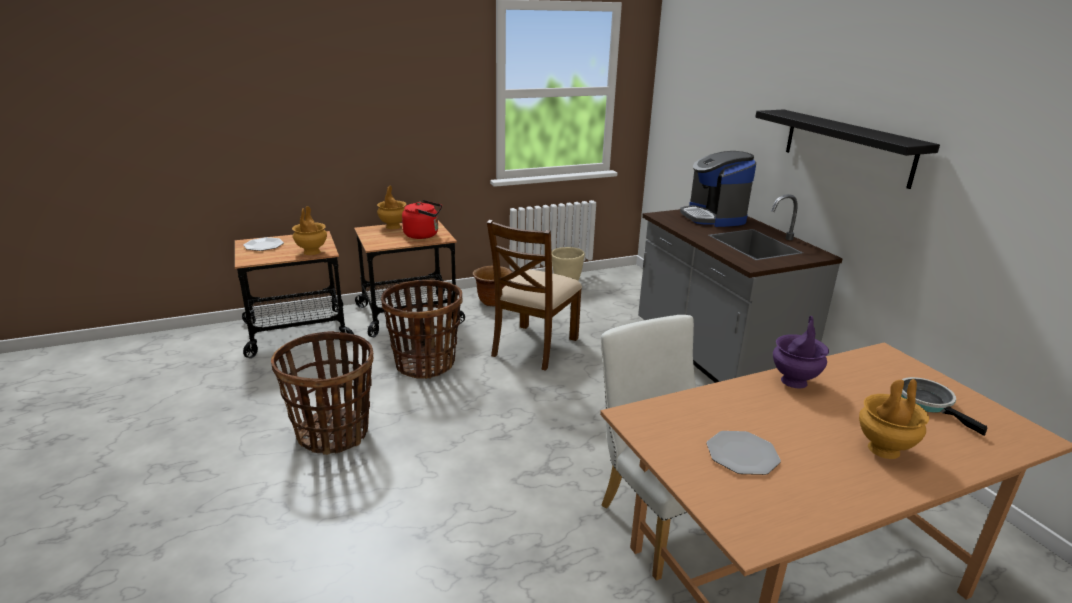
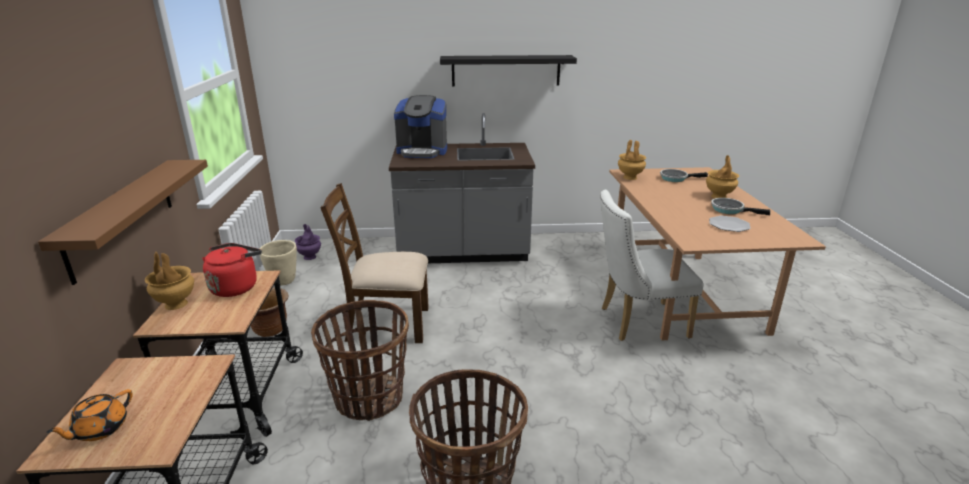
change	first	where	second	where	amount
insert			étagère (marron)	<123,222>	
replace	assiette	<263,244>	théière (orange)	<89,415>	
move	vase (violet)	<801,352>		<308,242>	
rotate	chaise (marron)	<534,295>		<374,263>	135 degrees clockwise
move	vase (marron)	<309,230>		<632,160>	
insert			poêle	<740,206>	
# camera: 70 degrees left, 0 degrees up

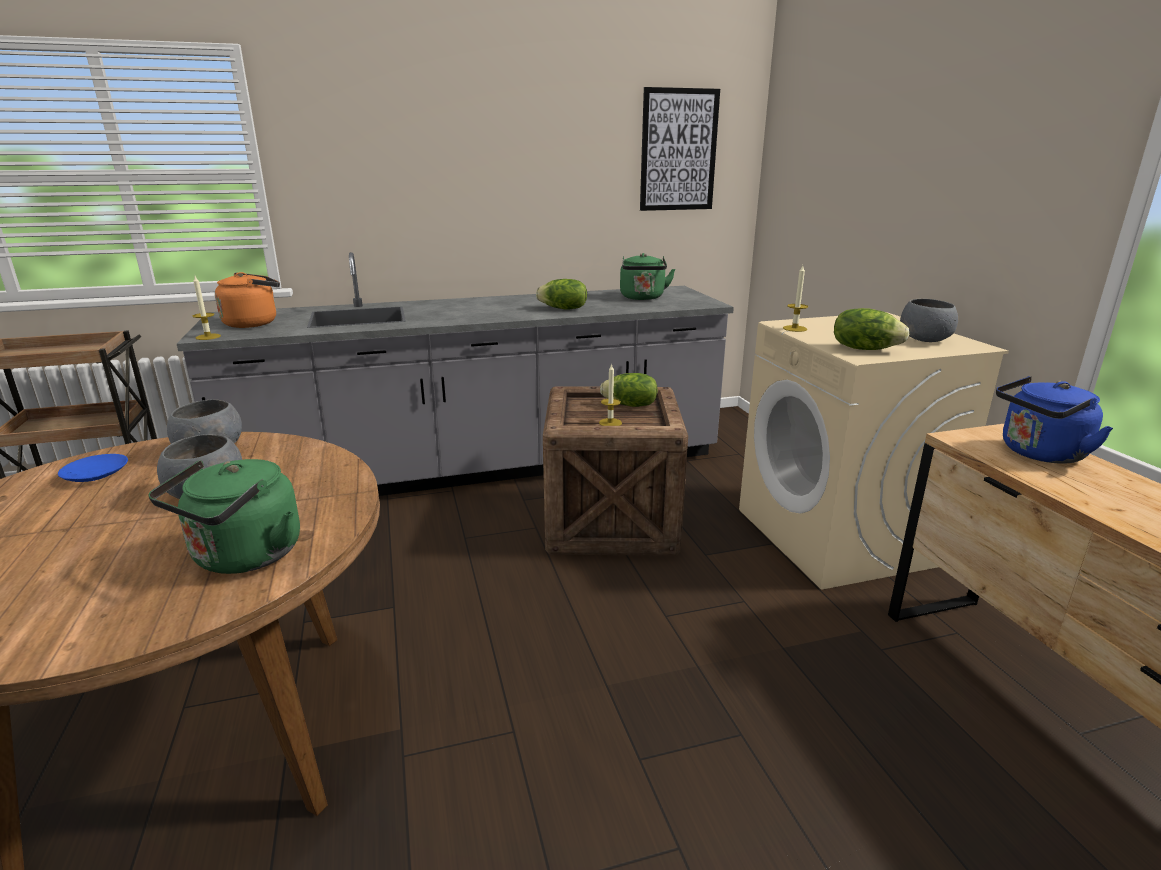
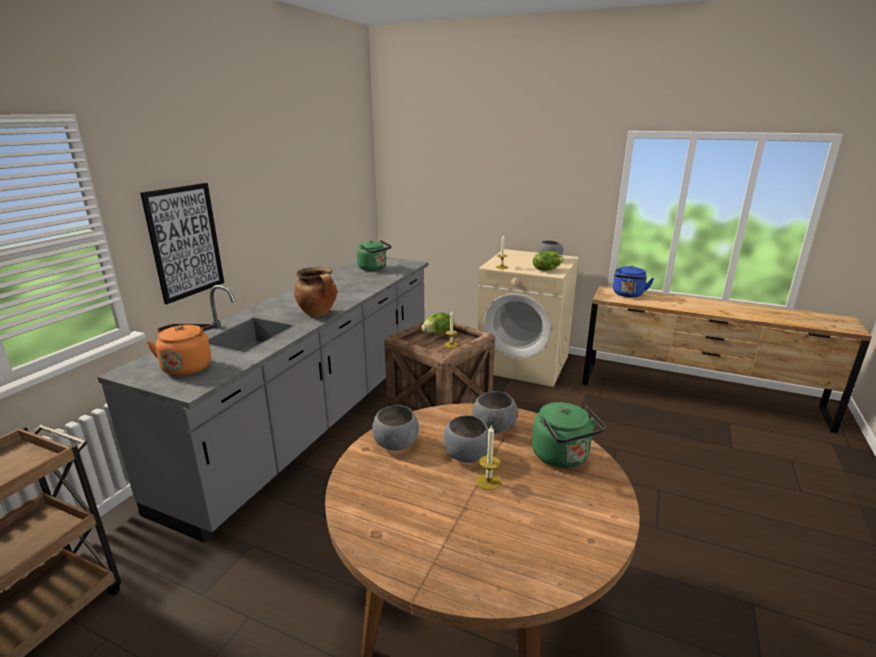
change	first	where	second	where	amount
move	tableau	<680,149>		<182,243>	
insert			marmite	<315,292>	
insert			bol (gris)	<495,412>	
move	bougie	<207,308>		<488,457>	
delete	assiette (bleu)	<93,468>			
delete	laitue	<561,294>			
# camera: 50 degrees left, 0 degrees up

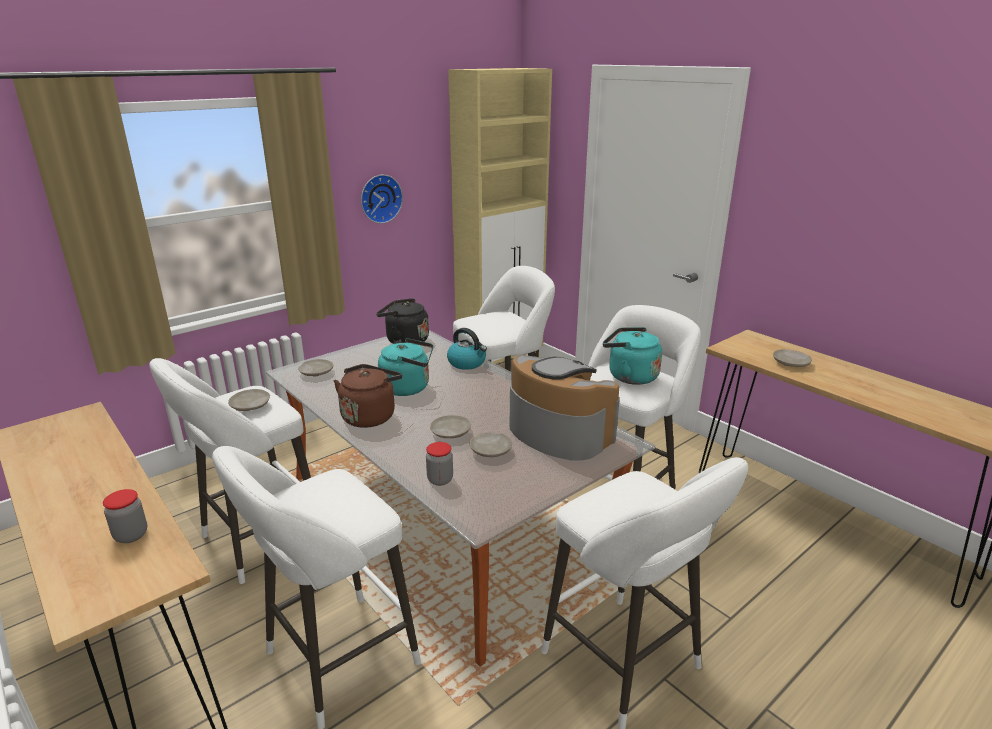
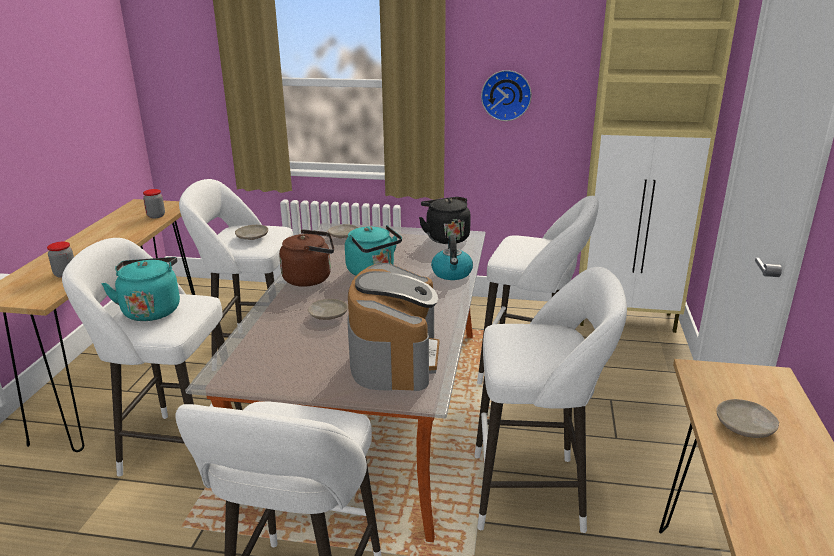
change	first	where	second	where	amount
move	bouilloire (turquoise)	<632,356>		<141,289>	
move	bocal	<439,464>		<154,203>	
delete	assiette (beige)	<491,444>			
# camera: 50 degrees right, 0 degrees up

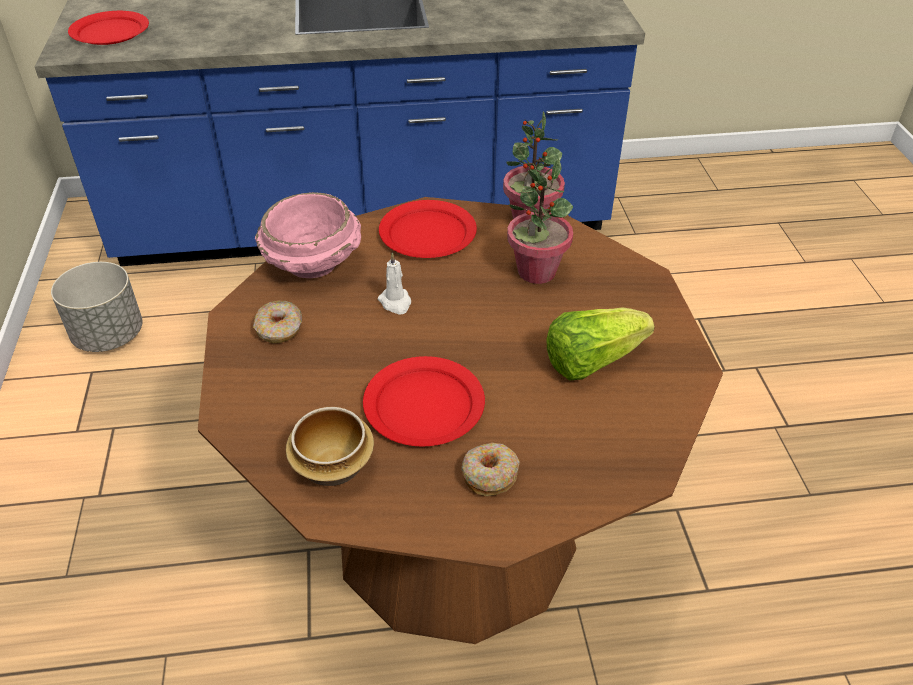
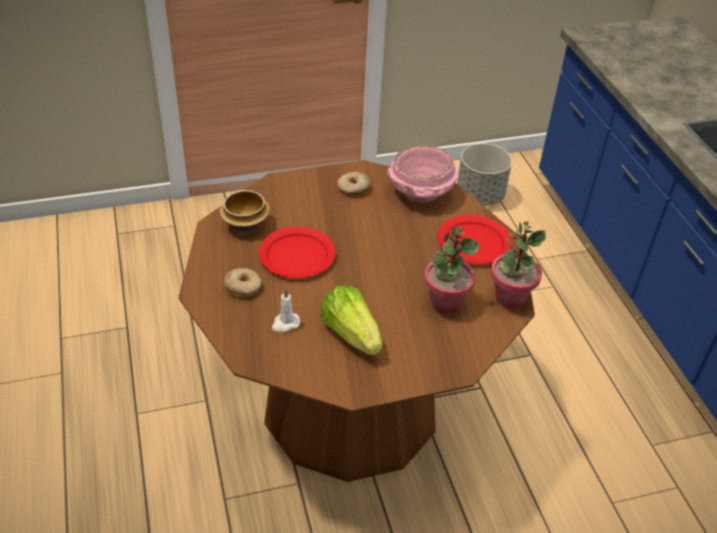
change	first	where	second	where	amount
move	bougie (blanc)	<394,283>		<286,310>	
delete	assiette (rouge)	<108,28>			
# camera: 80 degrees right, 0 degrees up

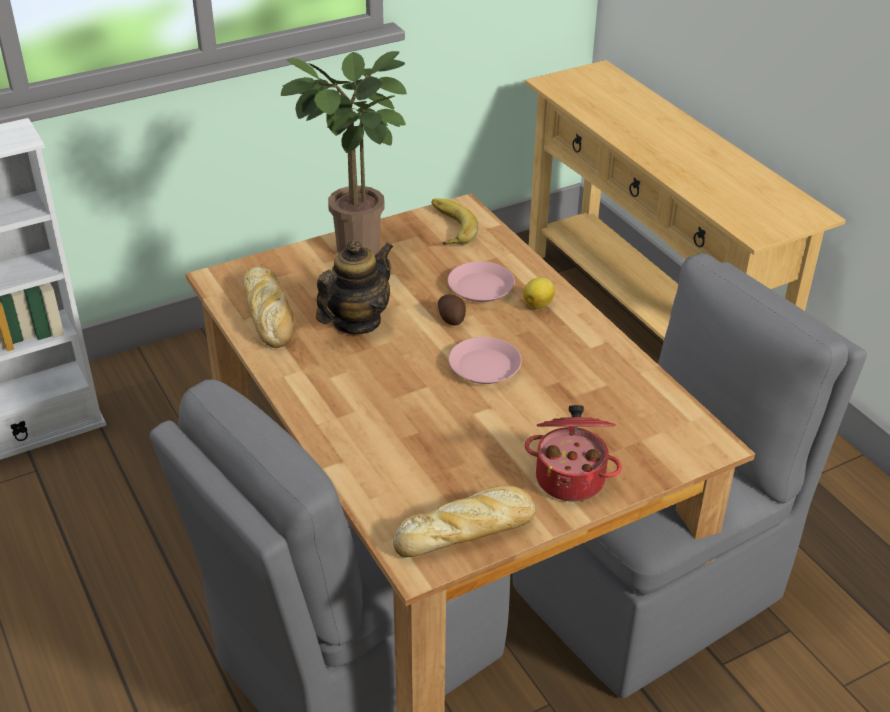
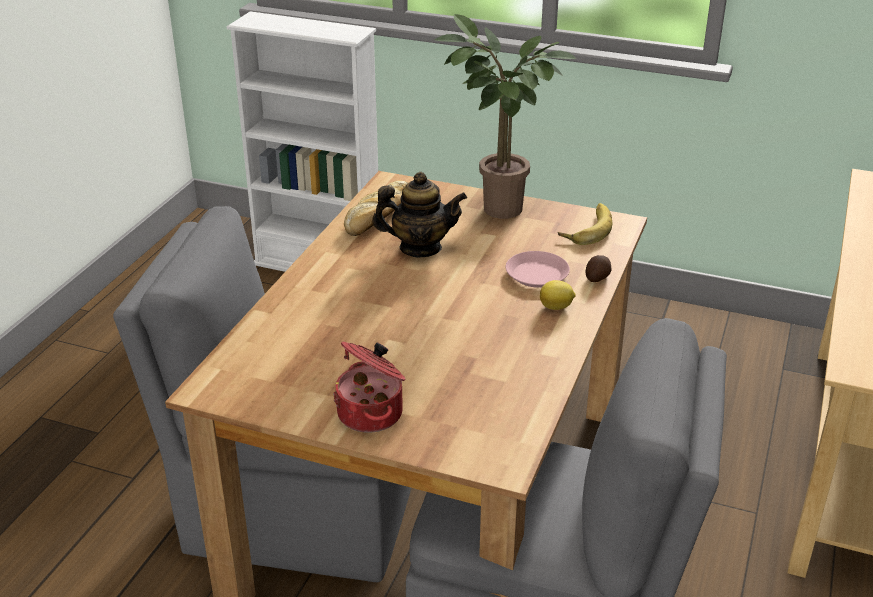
change	first	where	second	where	amount
move	pomme de terre	<452,309>		<598,268>	
delete	pain	<464,521>			
delete	assiette (rose)	<485,360>			
# camera: 50 degrees right, 5 degrees down

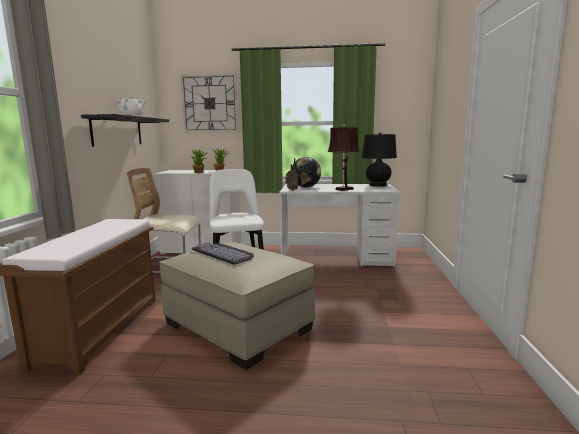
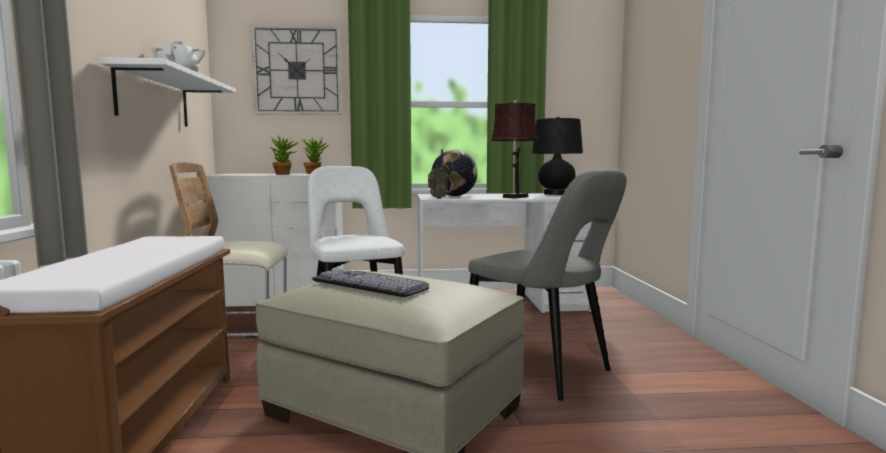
change	first	where	second	where	amount
recolor	étagère (noir)	<125,130>	étagère (blanc)	<167,91>	
insert			chaise (gris)	<547,285>	
# camera: 10 degrees left, 5 degrees down

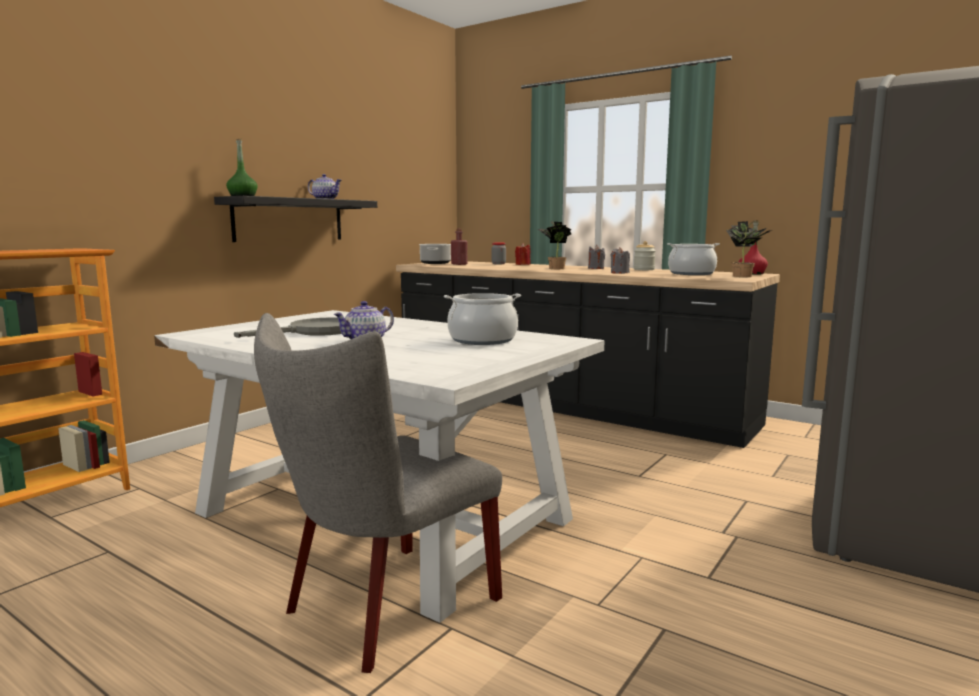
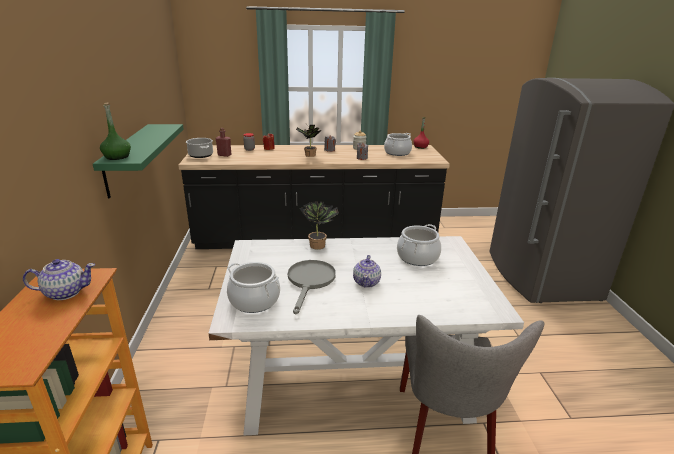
change	first	where	second	where	amount
move	théière	<325,186>		<59,279>	
recolor	étagère (noir)	<295,219>	étagère (vert)	<138,161>	
insert			marmite	<253,287>	
move	plante en pot	<749,249>		<319,225>	
# camera: 40 degrees left, 15 degrees up

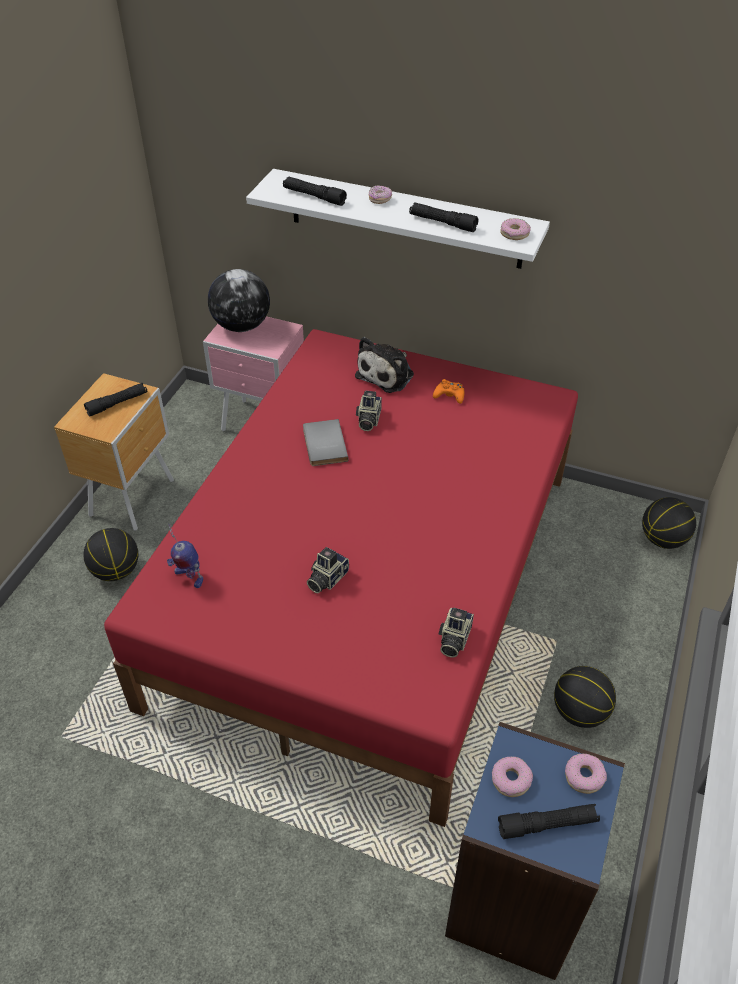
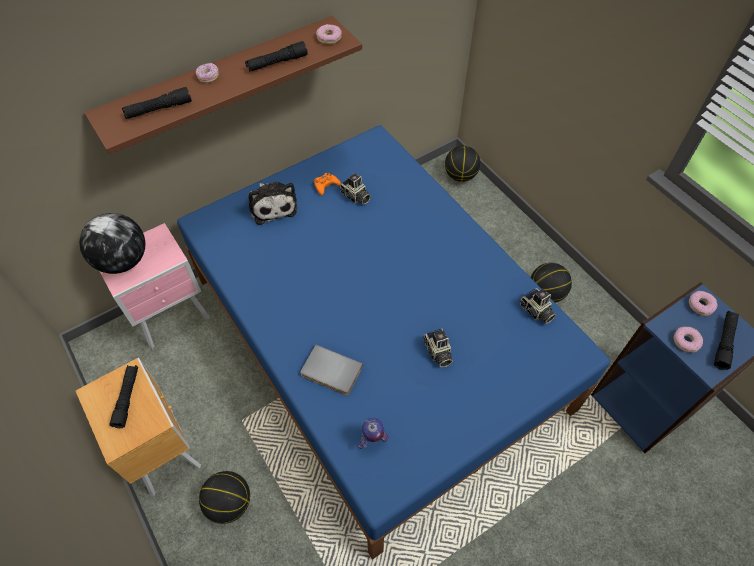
change	first	where	second	where	amount
recolor	étagère (blanc)	<398,219>	étagère (marron)	<223,85>	
recolor	lit (rouge)	<341,578>	lit (bleu)	<393,342>	
move	livre (gris)	<325,442>		<331,370>	
move	appareil photo	<369,410>		<355,188>	
# camera: 55 degrees left, 10 degrees up

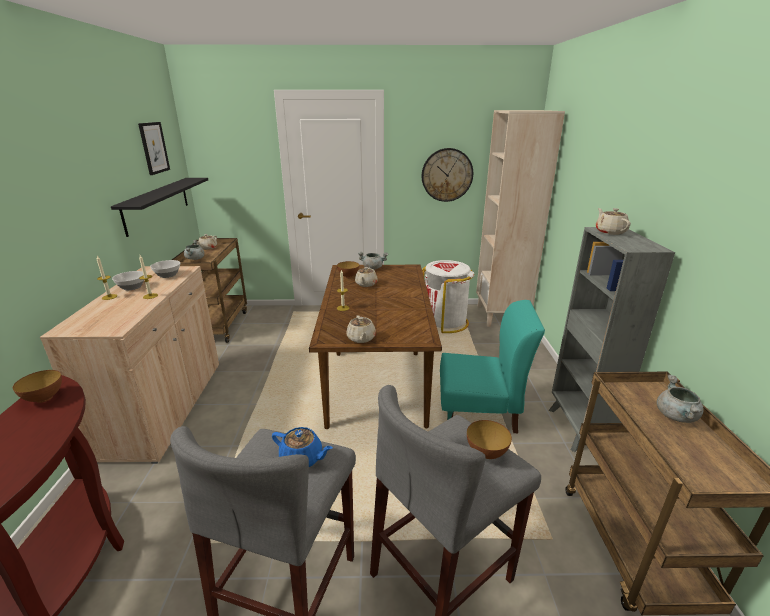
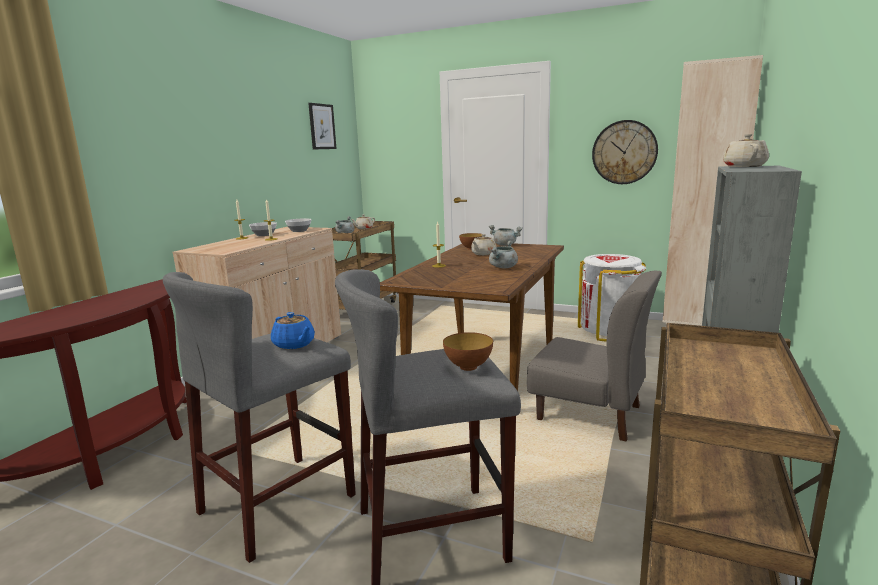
change	first	where	second	where	amount
move	marmite (gris)	<680,399>		<503,254>	
recolor	chaise (turquoise)	<492,366>	chaise (gris)	<594,356>	
delete	bol	<37,386>			
delete	étagère (noir)	<159,207>			
delete	théière (beige)	<361,329>			
# camera: 25 degrees right, 10 degrees down

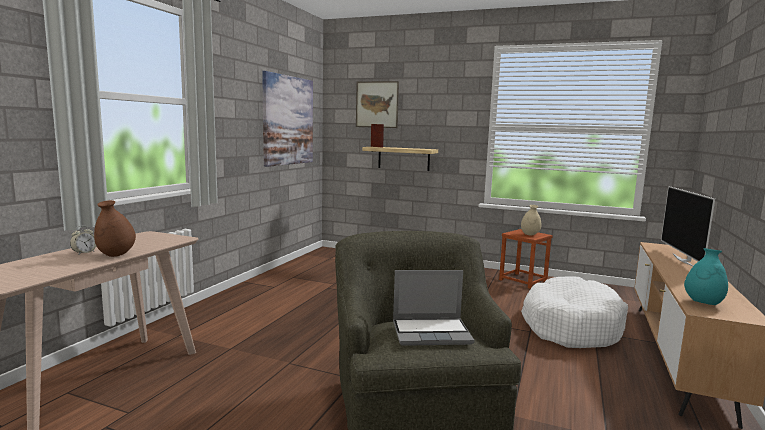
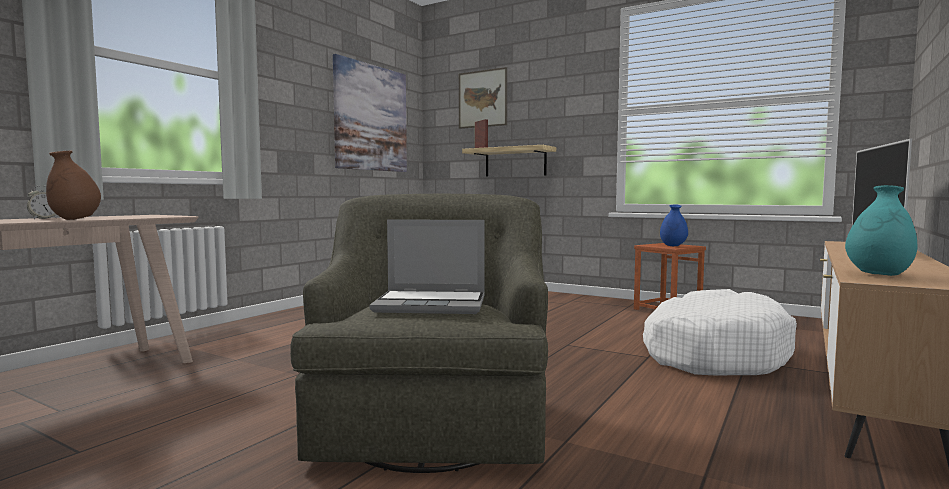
change	first	where	second	where	amount
recolor	vase (beige)	<531,220>	vase (bleu)	<674,225>	
# camera: 10 degrees right, 5 degrees down

